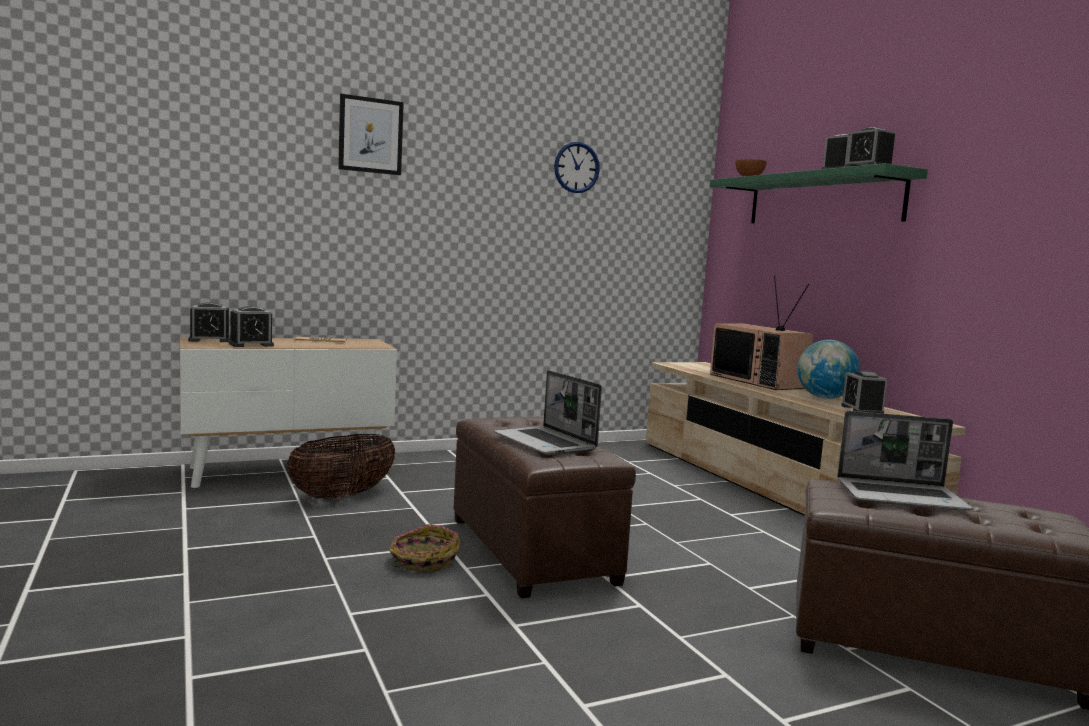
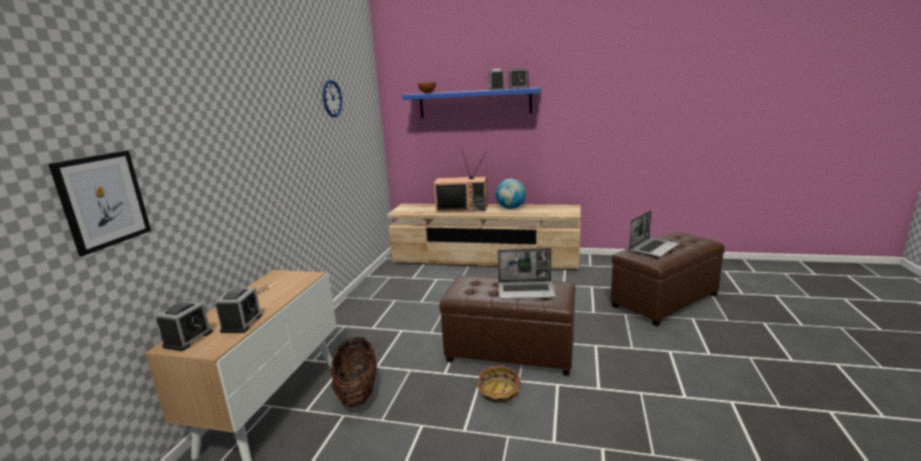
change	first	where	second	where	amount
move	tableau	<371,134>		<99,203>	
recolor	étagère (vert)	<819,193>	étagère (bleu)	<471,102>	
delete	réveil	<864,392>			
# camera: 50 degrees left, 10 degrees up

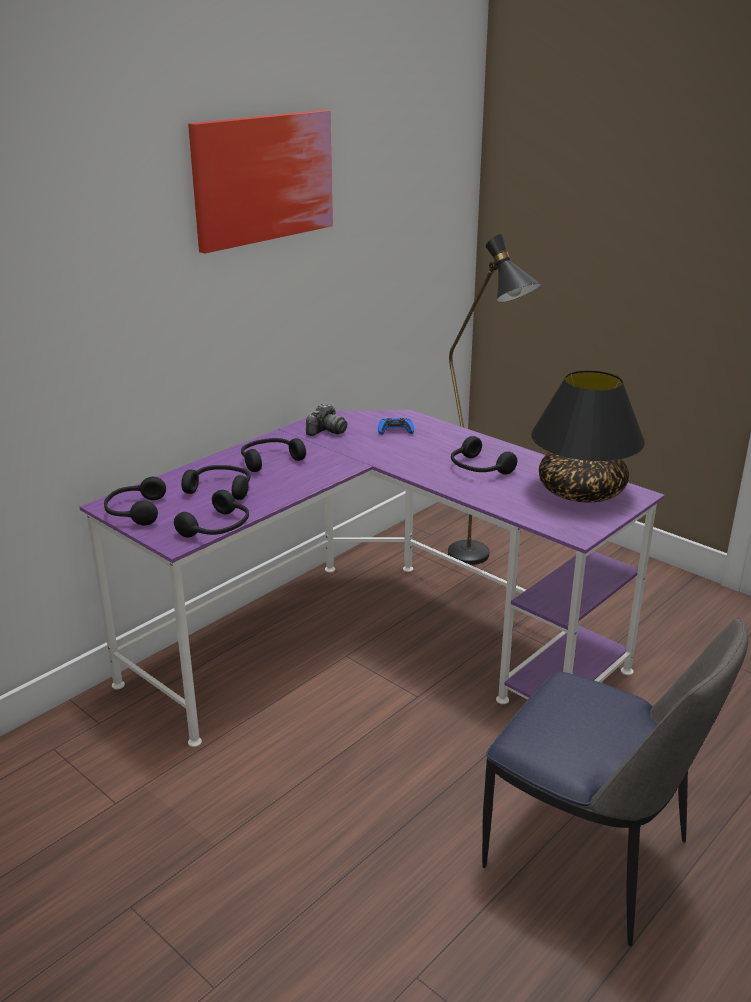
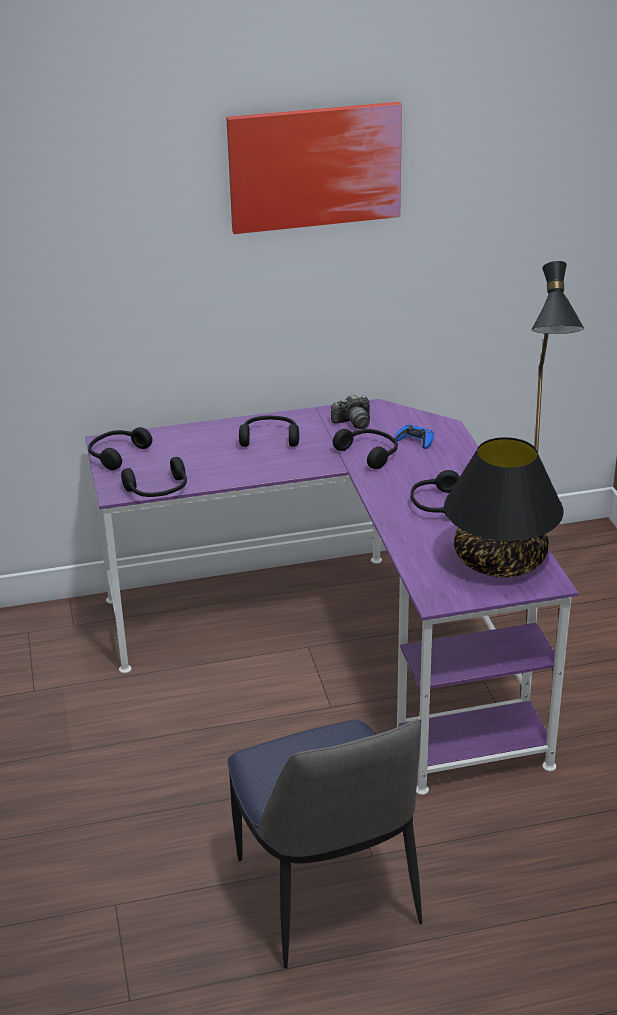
change	first	where	second	where	amount
move	casque audio (noir)	<215,482>		<365,449>	
# camera: 35 degrees right, 5 degrees up

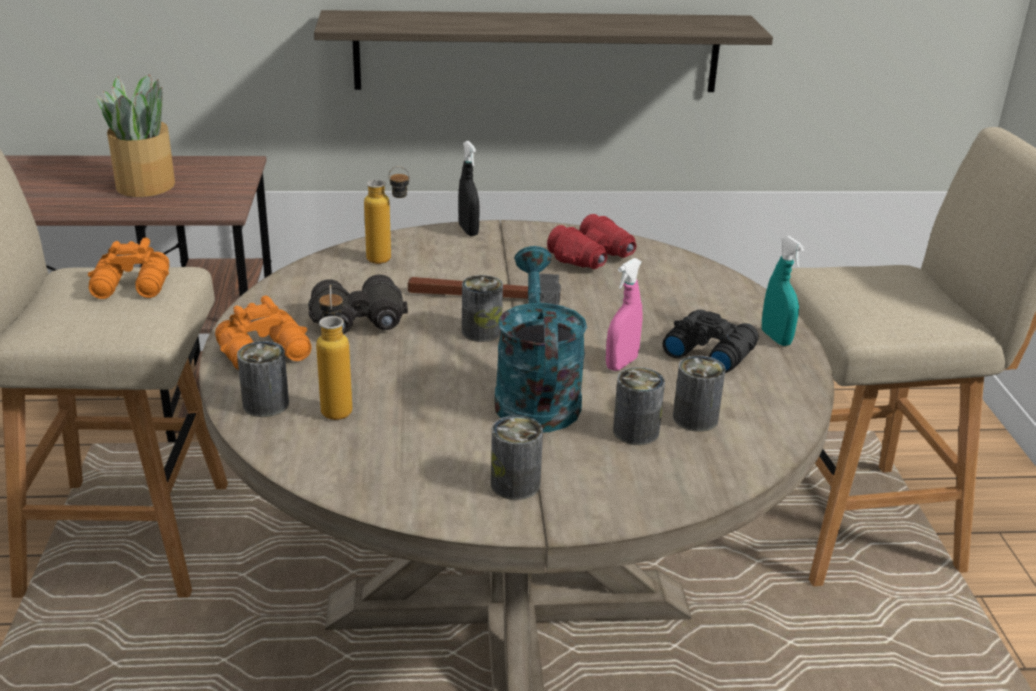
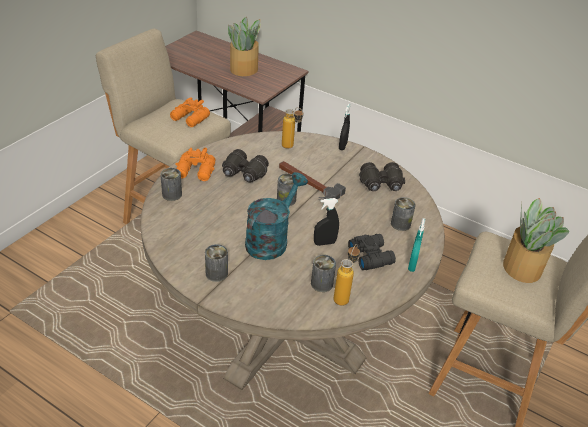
change	first	where	second	where	amount
recolor	vaporisateur (rose)	<624,314>	vaporisateur (noir)	<326,222>	
move	bouteille	<334,352>		<347,275>	
recolor	jumelles (rouge)	<591,241>	jumelles (noir)	<382,176>	
move	boîte métallique	<639,406>		<403,214>	
insert			plante en pot	<536,240>	
delete	étagère	<543,51>			
# camera: 35 degrees right, 10 degrees up

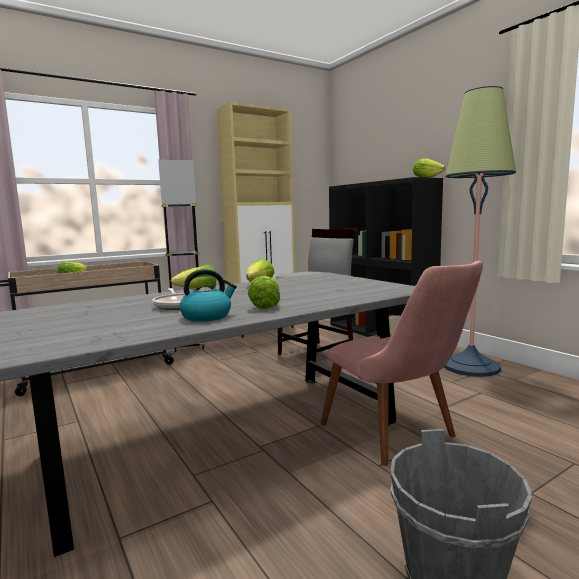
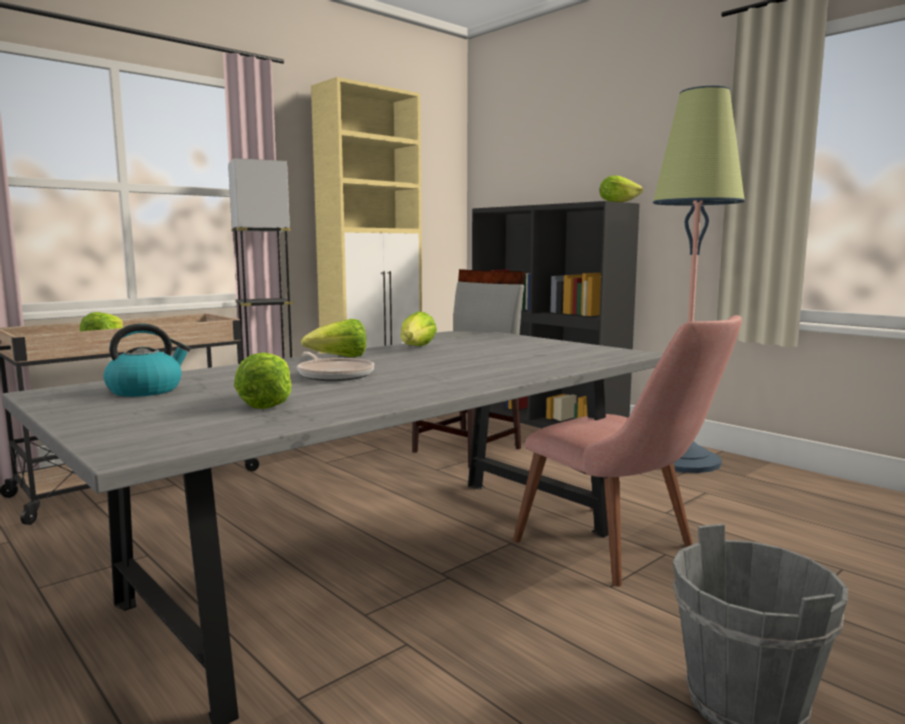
change	first	where	second	where	amount
move	bouilloire	<208,295>		<147,360>	
move	laitue	<264,292>		<262,380>	
# camera: 10 degrees left, 0 degrees up

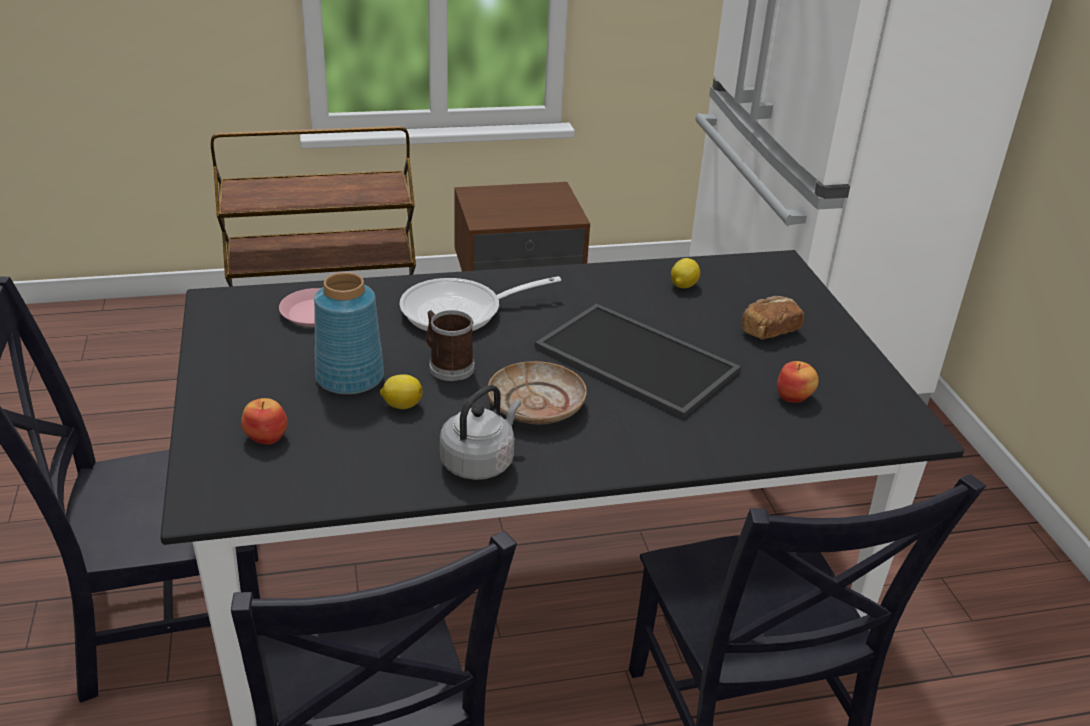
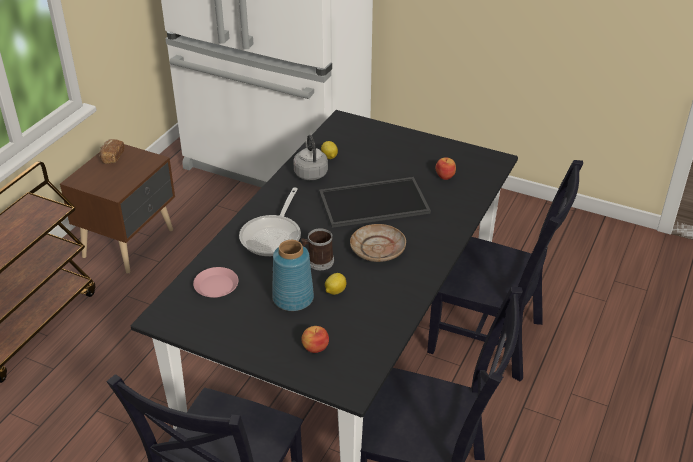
change	first	where	second	where	amount
move	pain	<772,317>		<112,151>	
move	bouilloire (gris)	<480,432>		<310,157>	
# camera: 50 degrees left, 5 degrees up

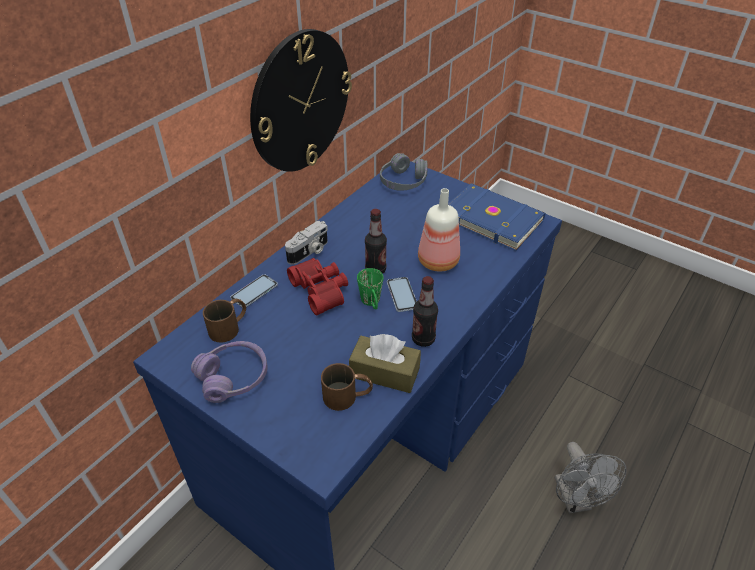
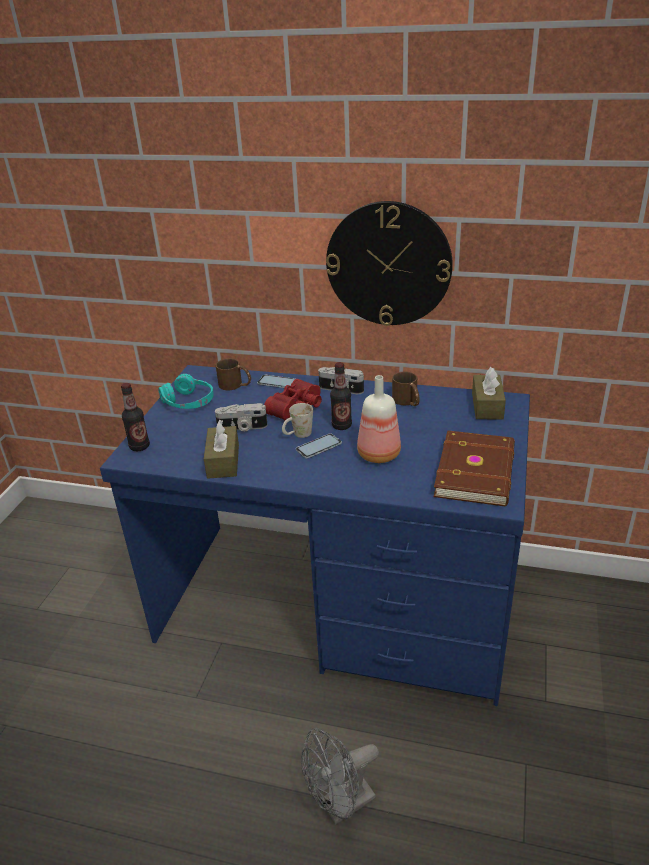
change	first	where	second	where	amount
move	bouteille	<425,311>		<135,417>	
recolor	casque audio (violet)	<229,372>	casque audio (turquoise)	<186,391>	
insert			appareil photo	<241,417>	
recolor	mug (vert)	<370,288>	mug (blanc)	<297,420>	
move	mug (marron)	<347,387>		<406,389>	
recolor	livre (bleu)	<497,217>	livre (marron)	<474,468>	
replace	casque audio (gris)	<404,172>	boîte à mouchoirs (marron)	<489,393>	
# camera: 70 degrees right, 10 degrees down

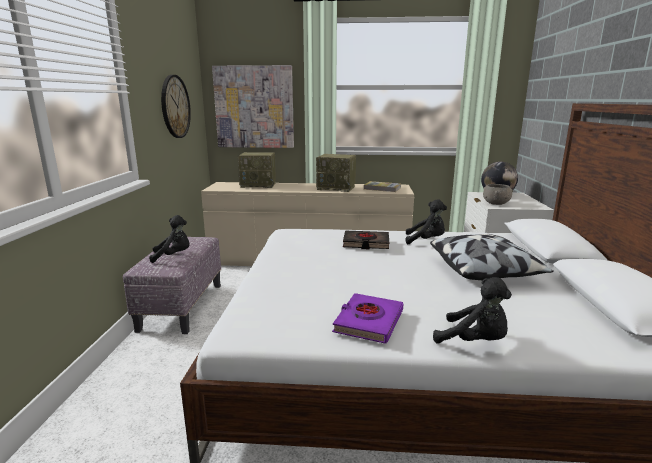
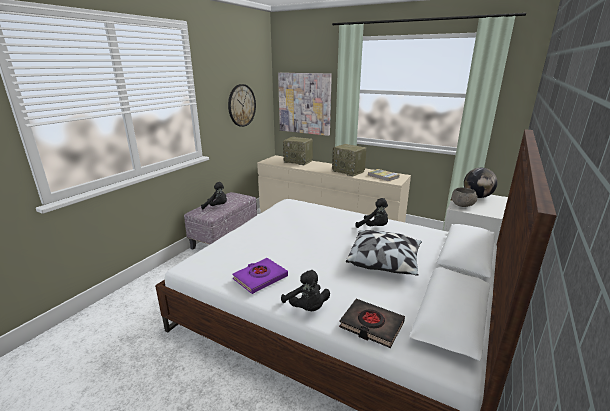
change	first	where	second	where	amount
move	livre (noir)	<366,240>		<372,323>	
# camera: 25 degrees right, 5 degrees up

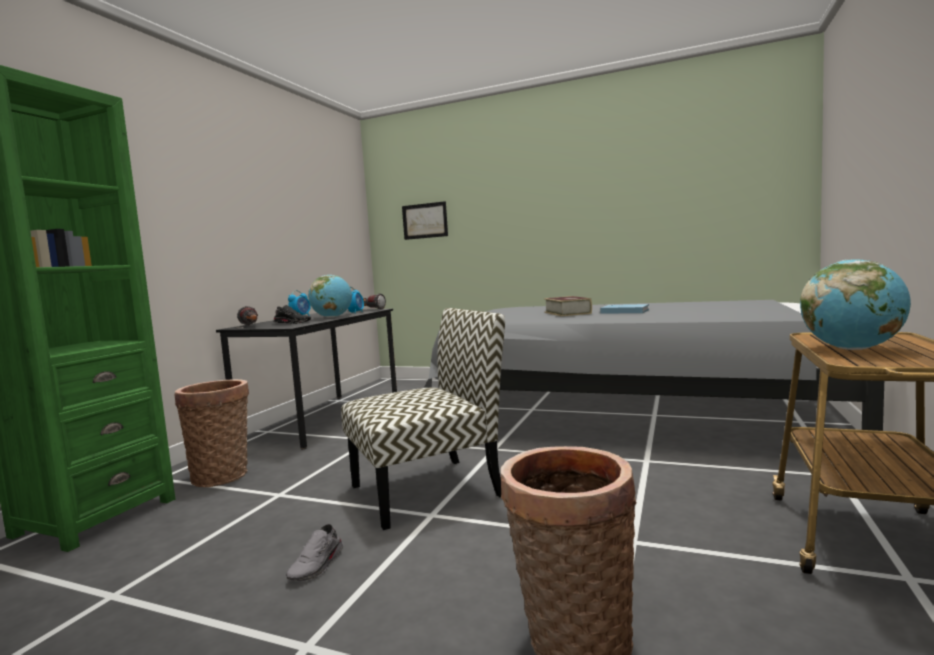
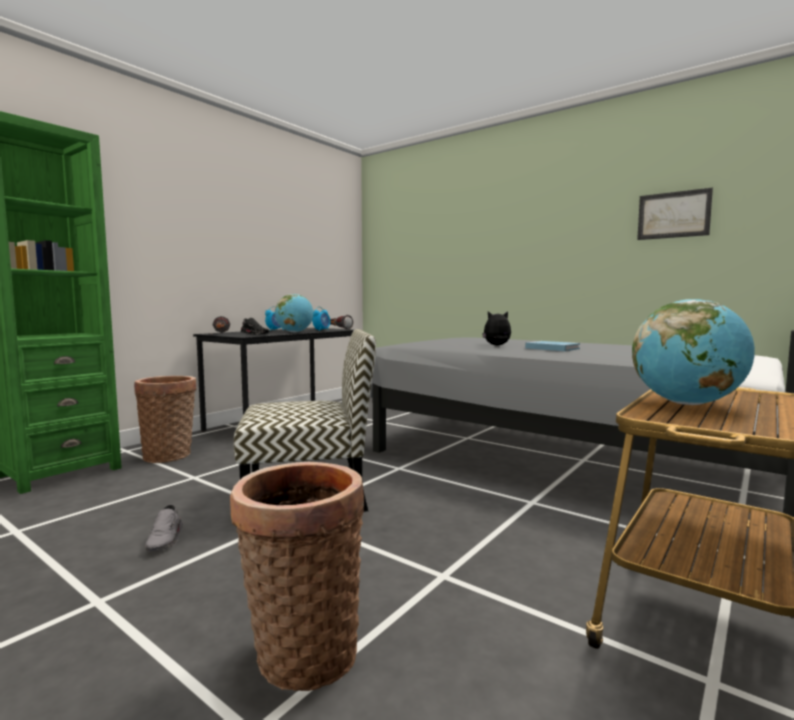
change	first	where	second	where	amount
rotate	chaussure (gris)	<314,552>		<164,528>	45 degrees counterclockwise
replace	livre	<568,306>	peluche	<496,328>	
move	tableau	<425,220>		<675,213>	
# camera: 15 degrees right, 0 degrees up

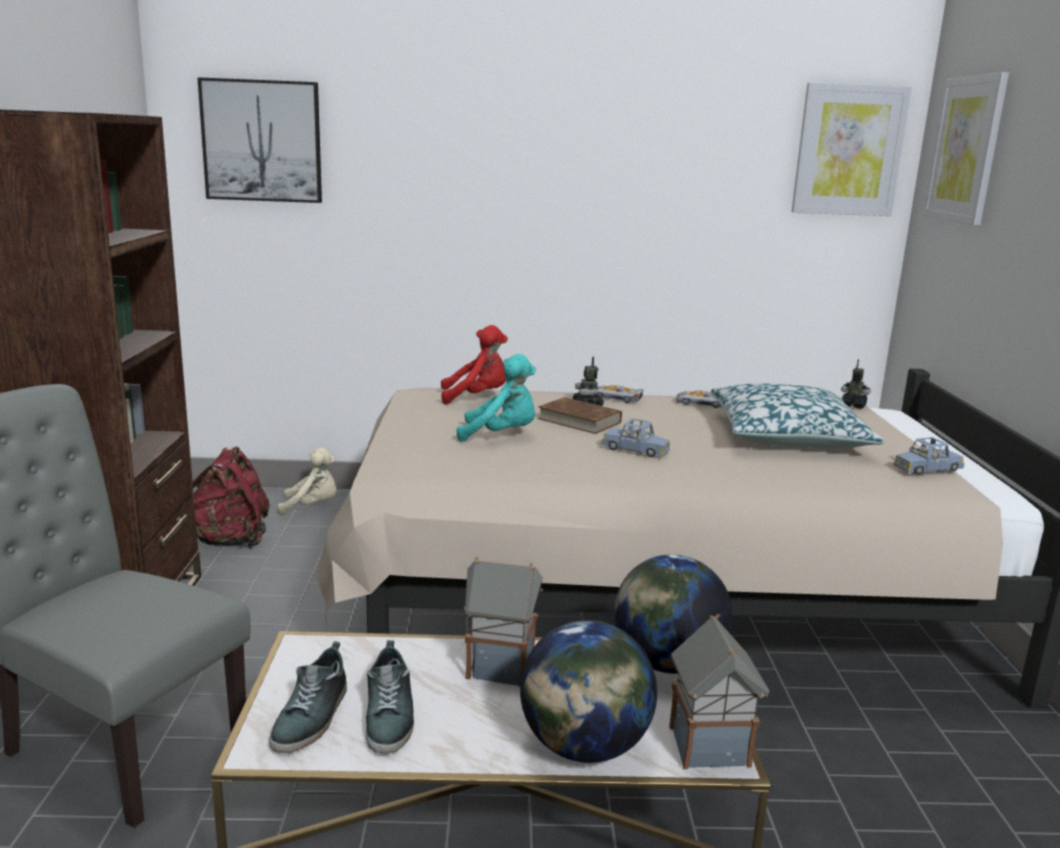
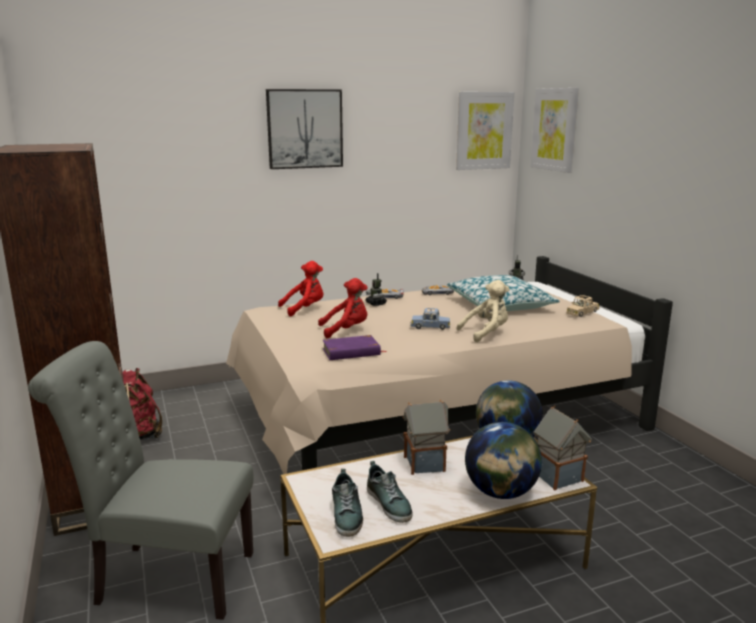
change	first	where	second	where	amount
move	tableau	<259,140>		<304,129>	
recolor	peluche (turquoise)	<496,398>	peluche (rouge)	<342,308>	
insert			livre (violet)	<355,347>	
move	peluche (beige)	<306,481>		<483,311>	
recolor	petite voiture (bleu)	<929,456>	petite voiture (beige)	<582,306>	
delete	livre (marron)	<580,415>			
# camera: 20 degrees left, 0 degrees up

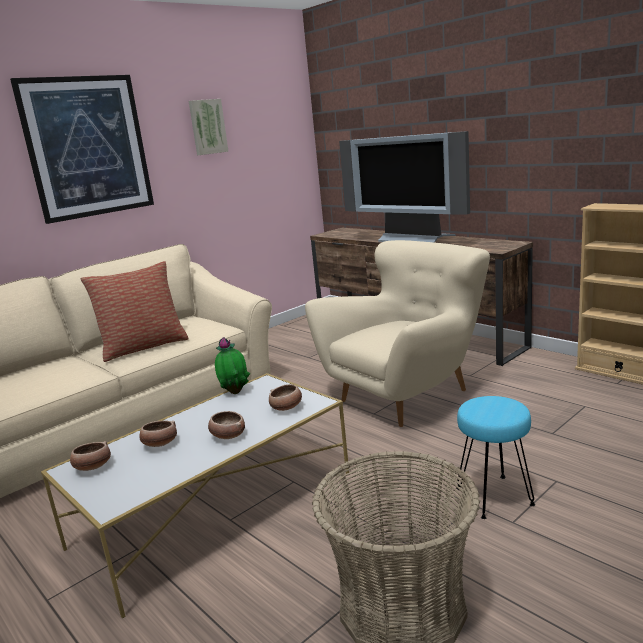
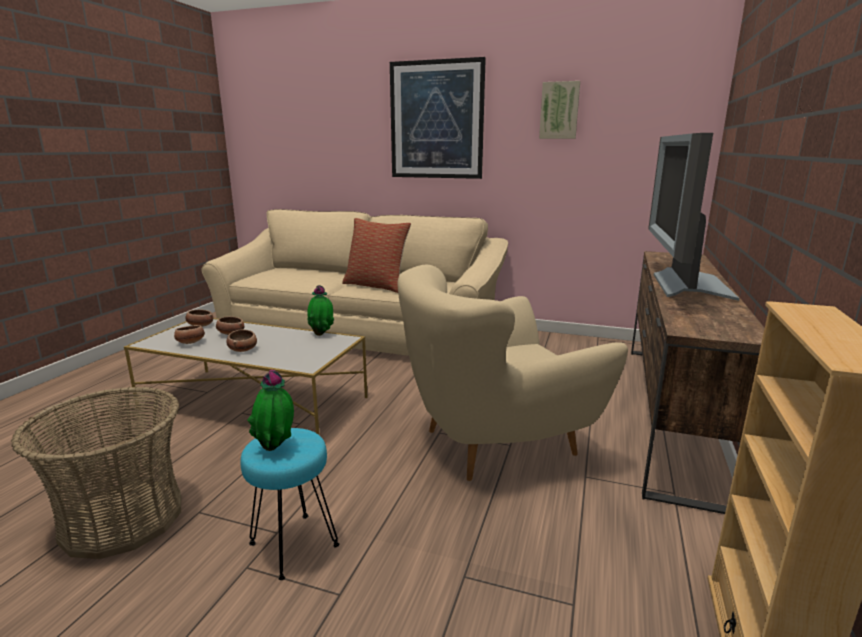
change	first	where	second	where	amount
move	bol	<285,397>		<189,334>	
insert			plante en pot	<271,410>	
rotate	fauteuil (beige)	<397,333>		<512,373>	135 degrees clockwise
# camera: 60 degrees right, 0 degrees up

